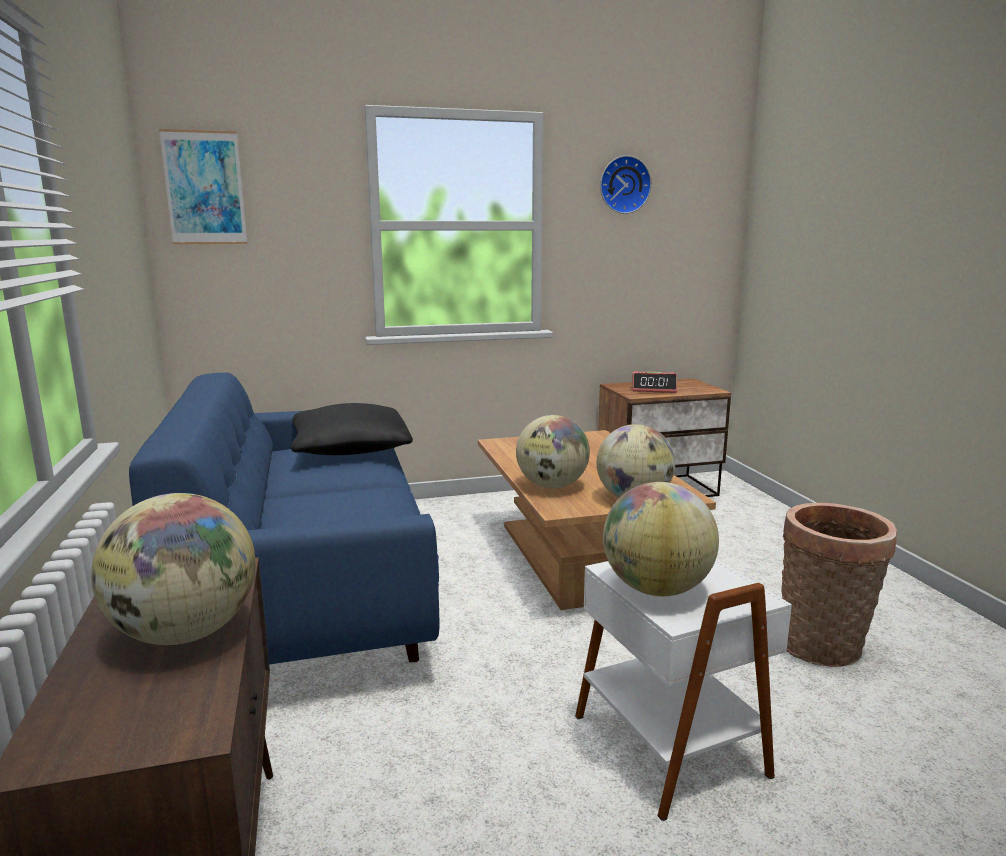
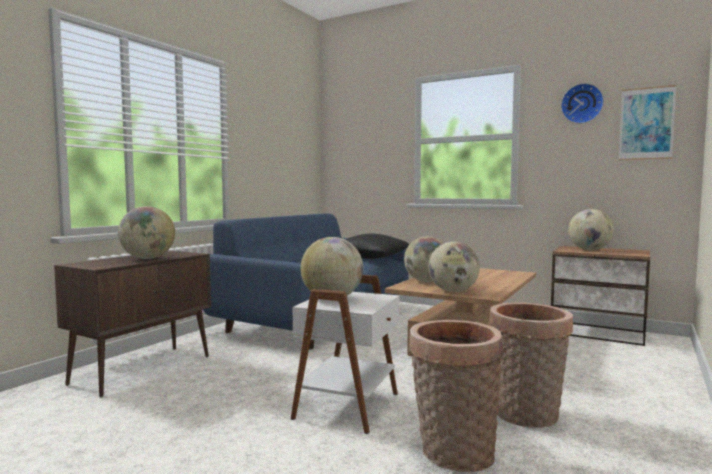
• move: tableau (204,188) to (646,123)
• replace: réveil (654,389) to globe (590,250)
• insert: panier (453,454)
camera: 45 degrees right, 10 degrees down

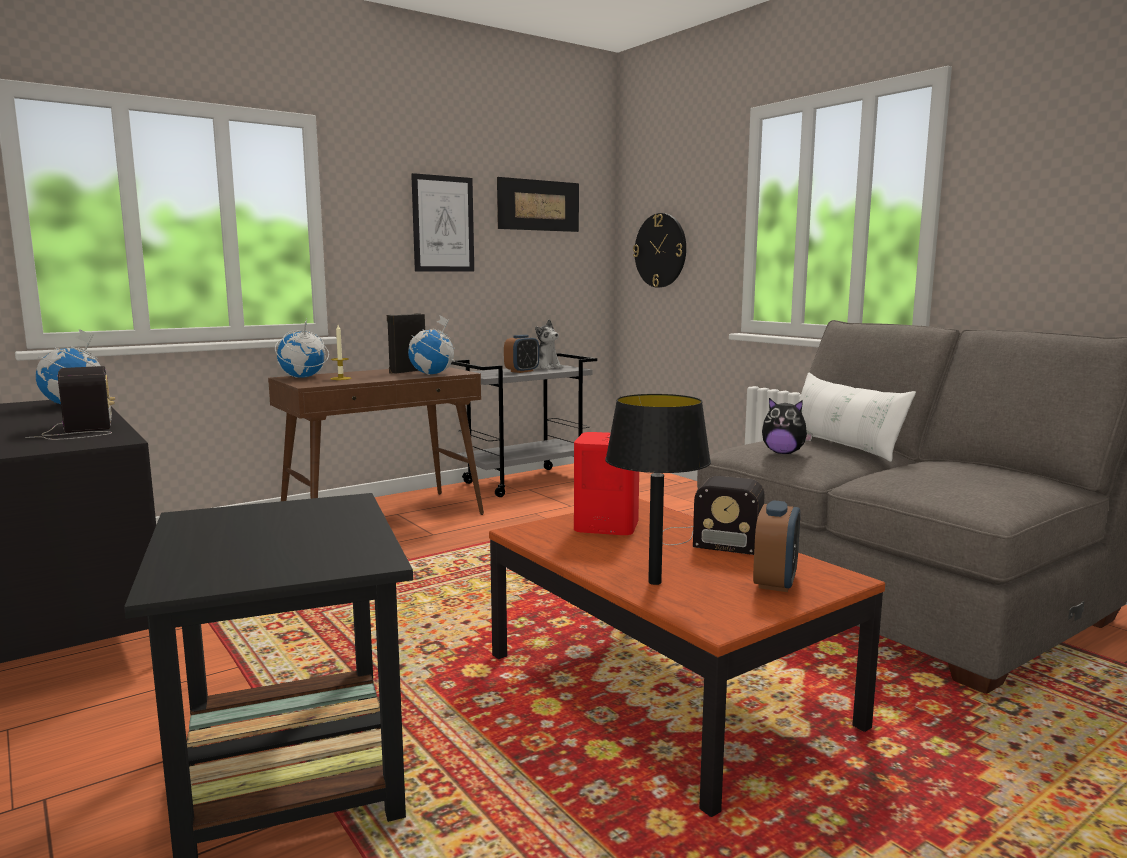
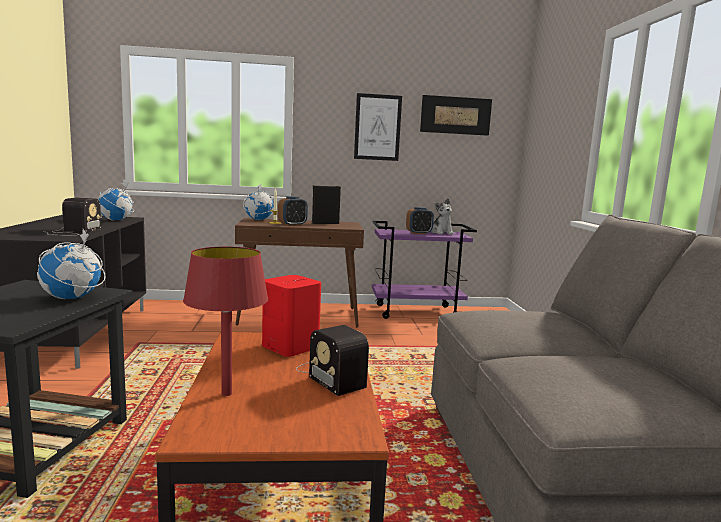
• delete: horloge murale (660,250)
• move: globe (432,374) to (72,298)
• recolor: chariot (gris) (526,482) to chariot (violet) (417,312)
• delete: coussin (blanc) (842,446)
• recolor: lampe de table (noir) (654,582) to lampe de table (rouge) (226,393)
• delete: peluche (783,453)
• move: réveil (775,582) to (292,225)
camera: 30 degrees right, 0 degrees up

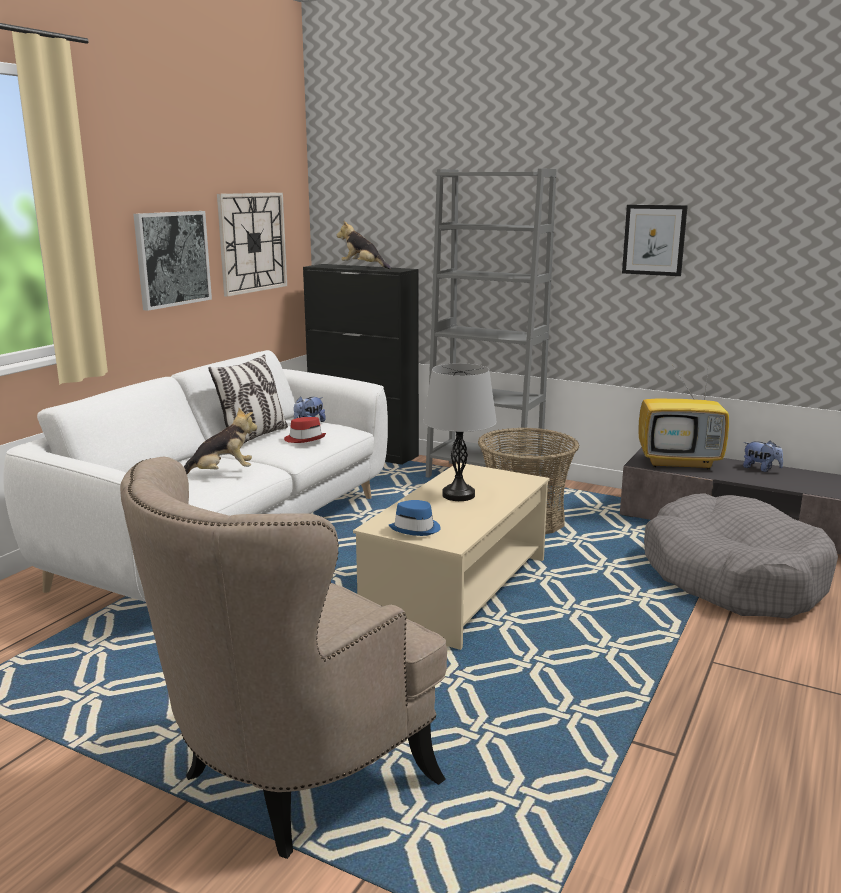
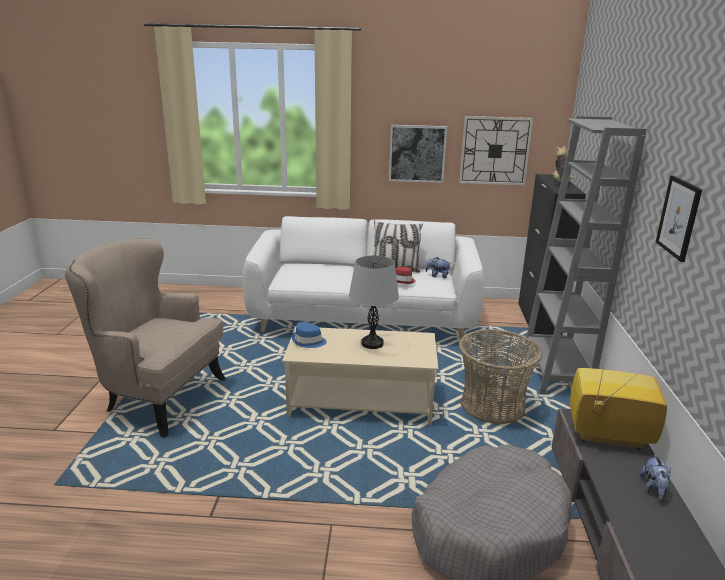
• rotate: téléviseur (680,462) = (607,436) 120 degrees clockwise
• delete: peluche (222,473)
camera: 65 degrees right, 5 degrees up

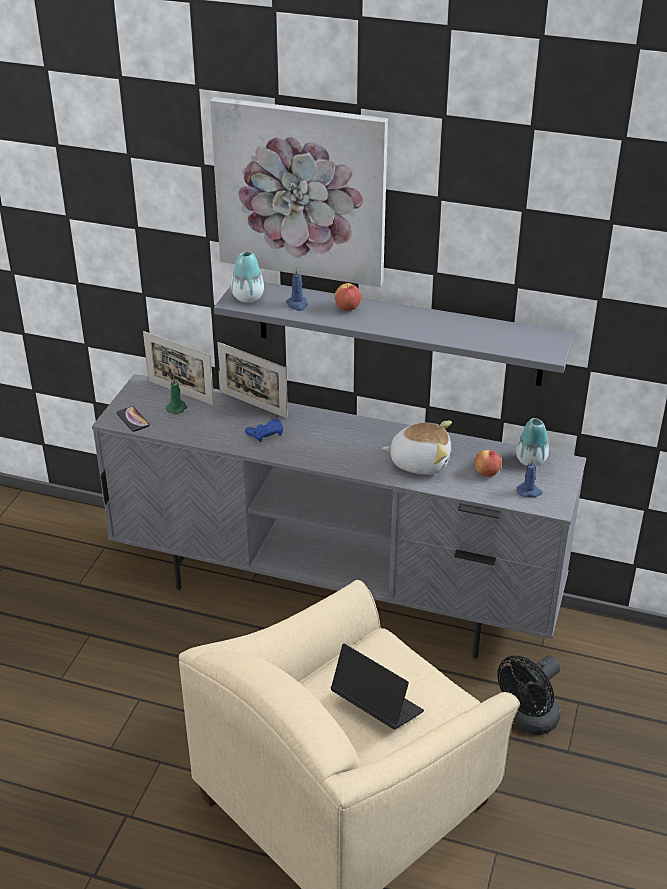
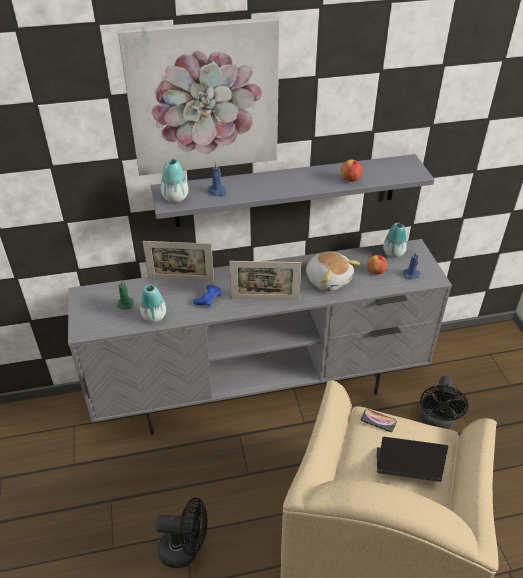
• move: pomme (347,308) to (351,179)
• move: cadre photo (180,392) to (265,299)
• move: téléphone (133,419) to (378,421)
• rotate: peluche (419,461) = (328,279) 75 degrees clockwise
• insert: vase (154,316)
• insert: ventilateur (noir) (185,549)
camera: 30 degrees left, 5 degrees up

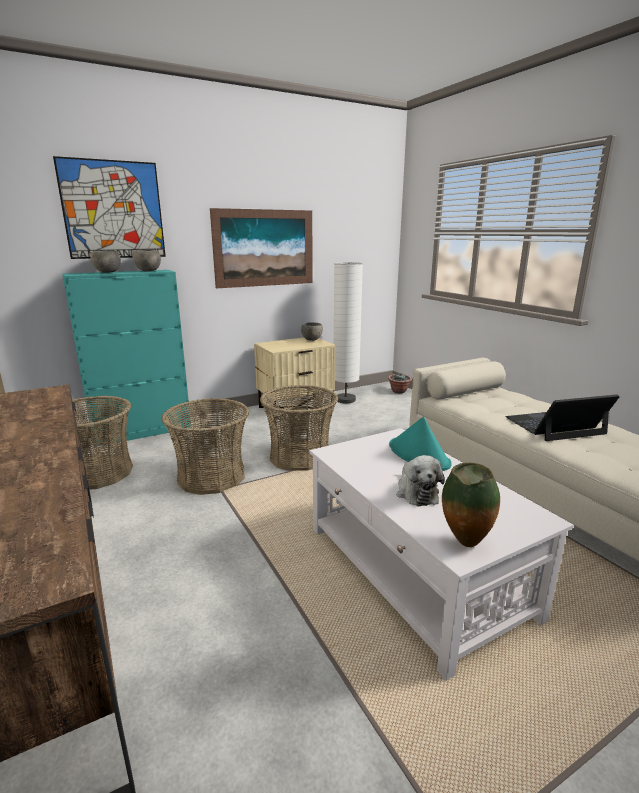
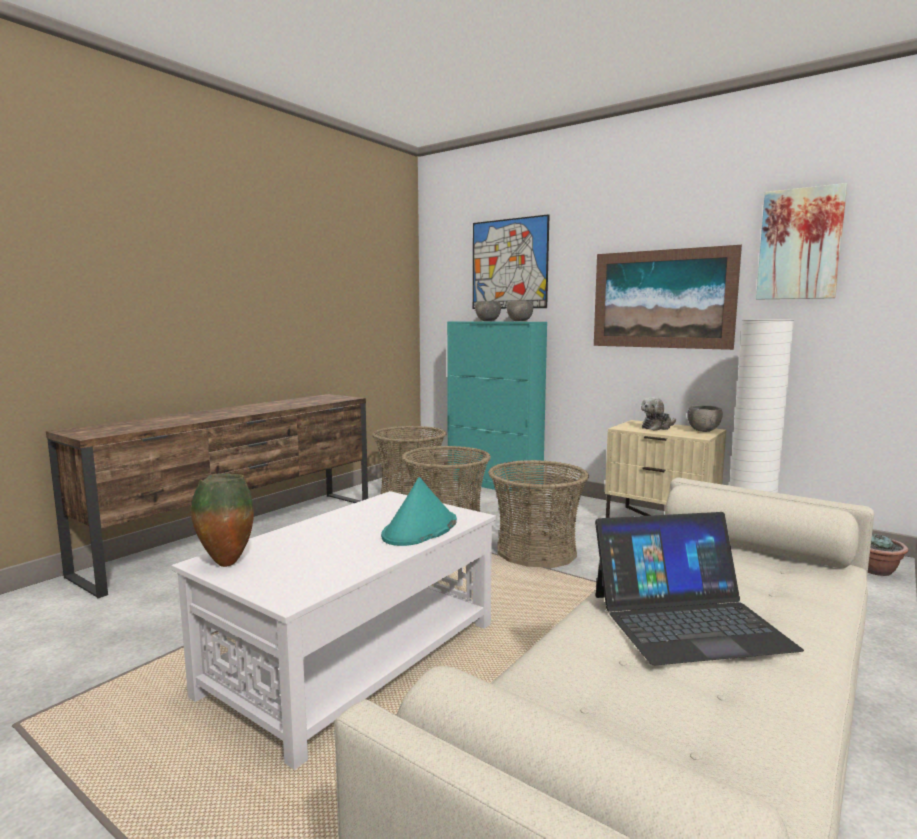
• rotate: ordinateur portable (555,426) = (688,620) 120 degrees clockwise
• move: peluche (416,492) to (657,427)
• insert: tableau (800,244)
camera: 65 degrees right, 10 degrees down

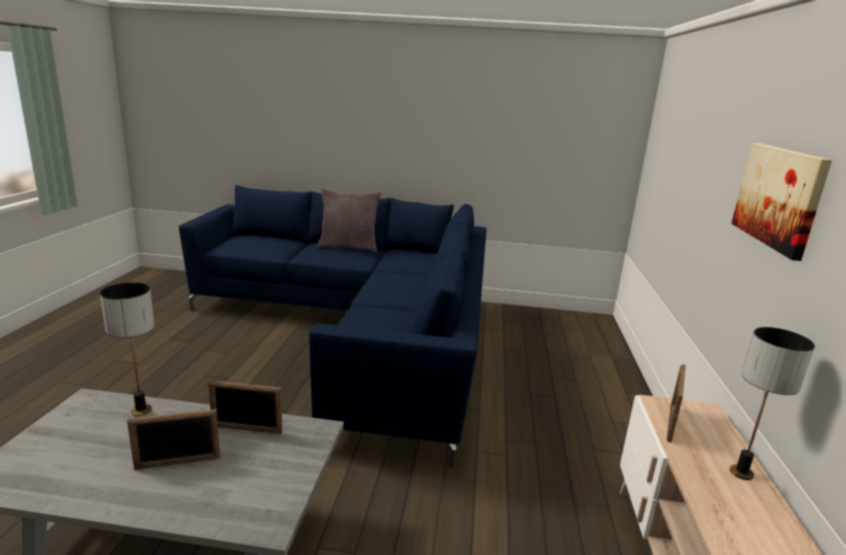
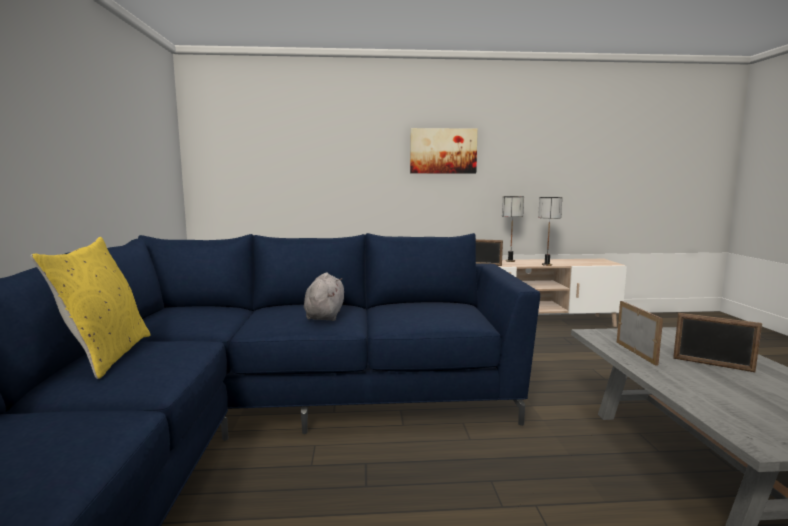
• recolor: coussin (gris) (348,247) to coussin (jaune) (105,356)
• move: lampe de table (141,410) to (546,265)
• rotate: cadre photo (178,463) = (712,364) 150 degrees clockwise
• insert: peluche (gris) (325,315)
camera: 100 degrees left, 10 degrees down

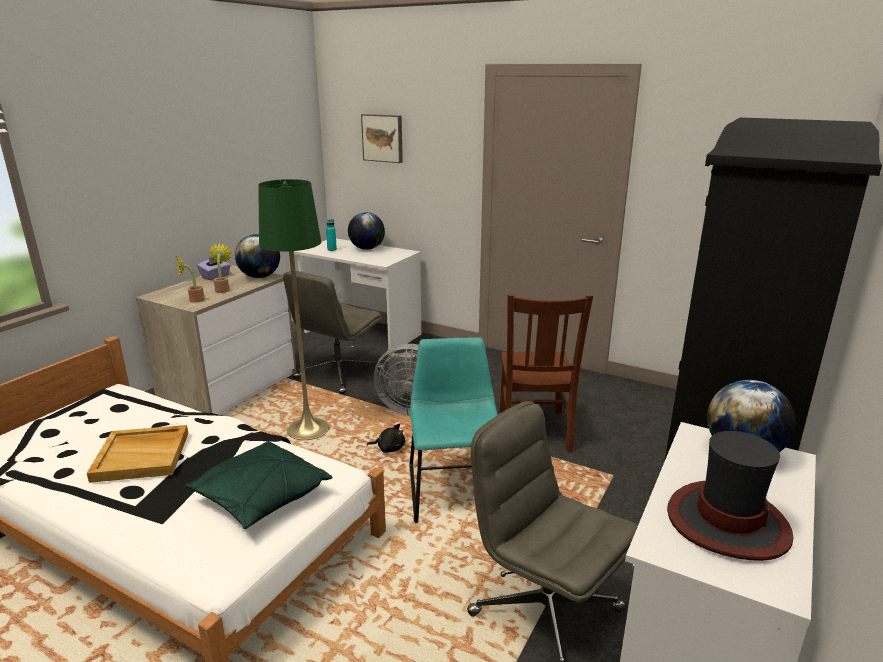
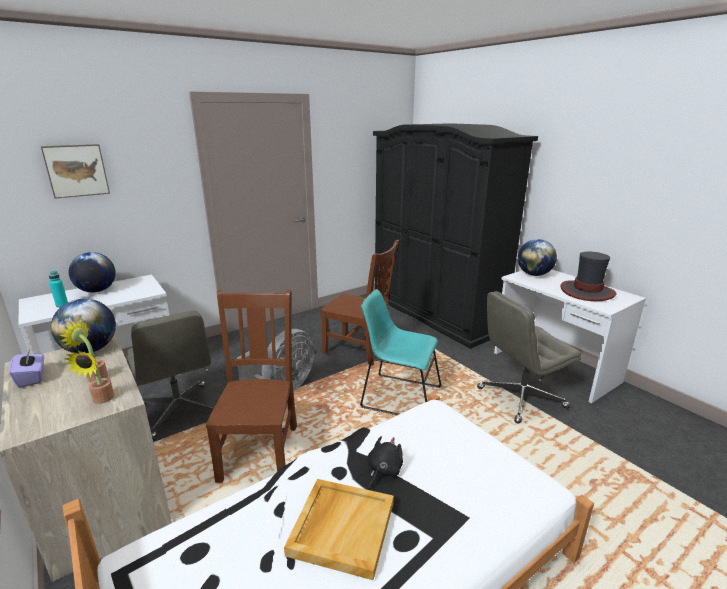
• replace: lampadaire (vert) (308,430) to chaise (marron) (260,450)
• move: peluche (noir) (389,448) to (383,470)
• delete: coussin (vert) (261,498)
camera: 65 degrees left, 0 degrees up

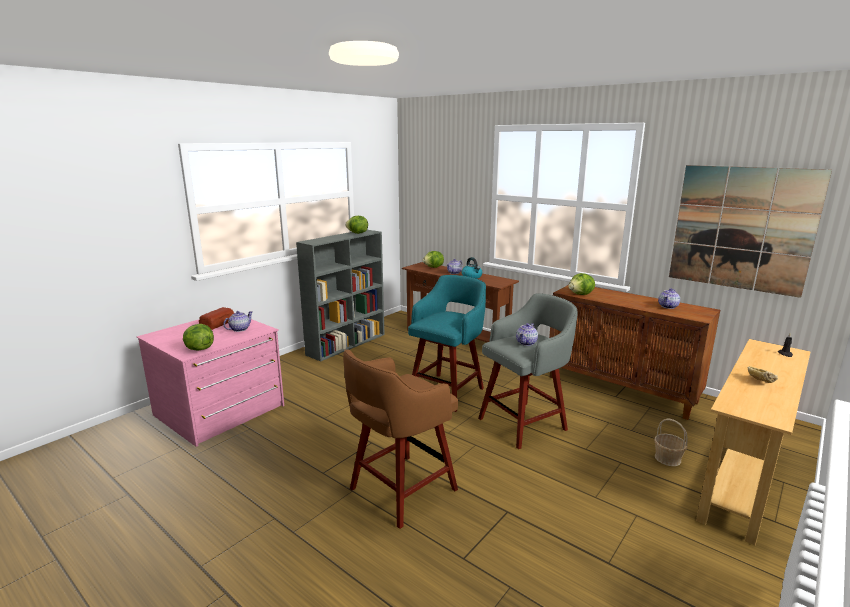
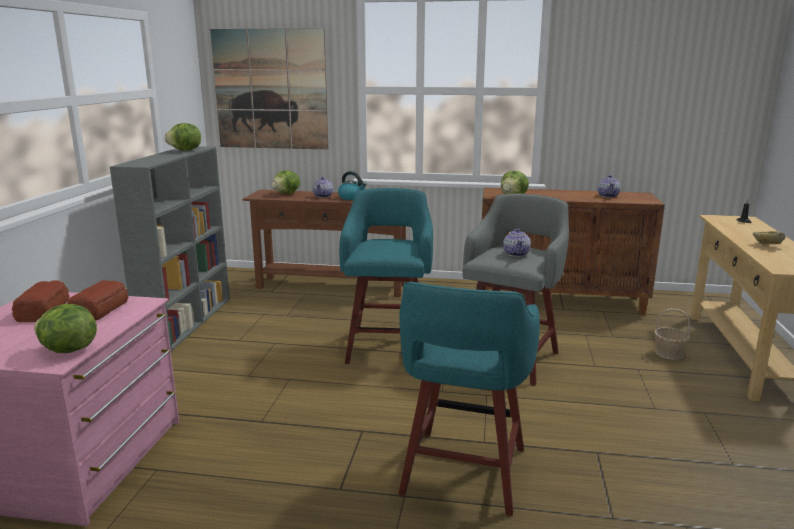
• move: tableau (742,228) to (270,90)
• replace: théière (239,329) to pain (98,310)
• recolor: tabouret (marron) (400,491) to tabouret (turquoise) (463,473)
camera: 30 degrees left, 0 degrees up

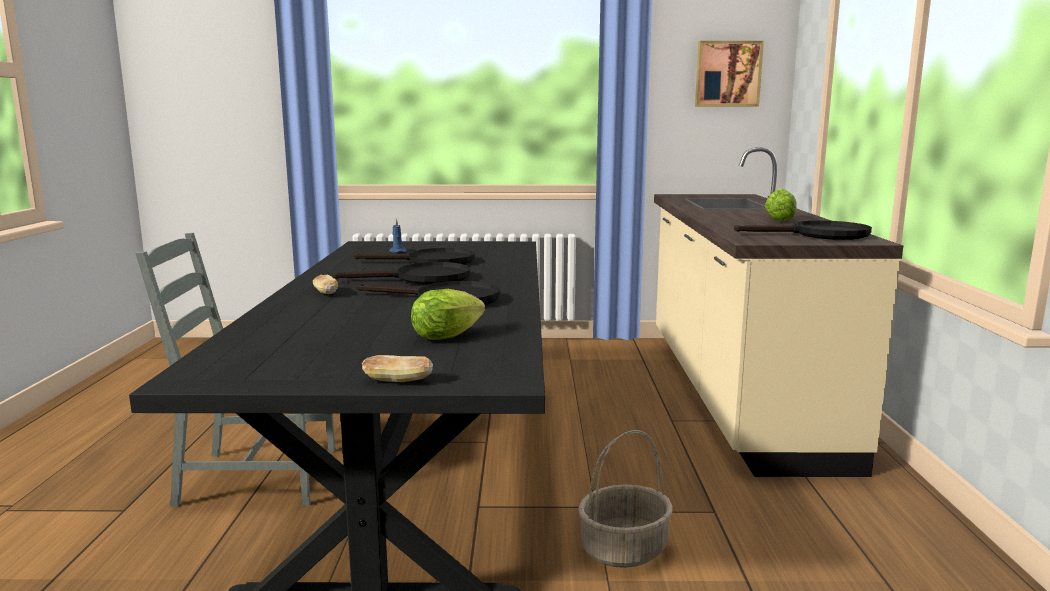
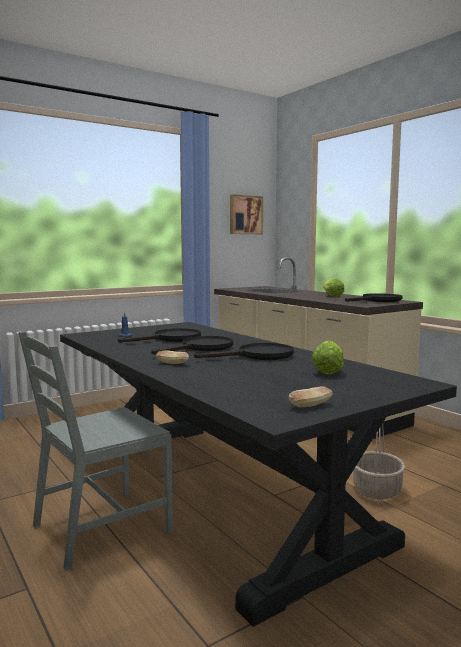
• move: pain (398,381) to (310,406)
camera: 35 degrees left, 5 degrees down

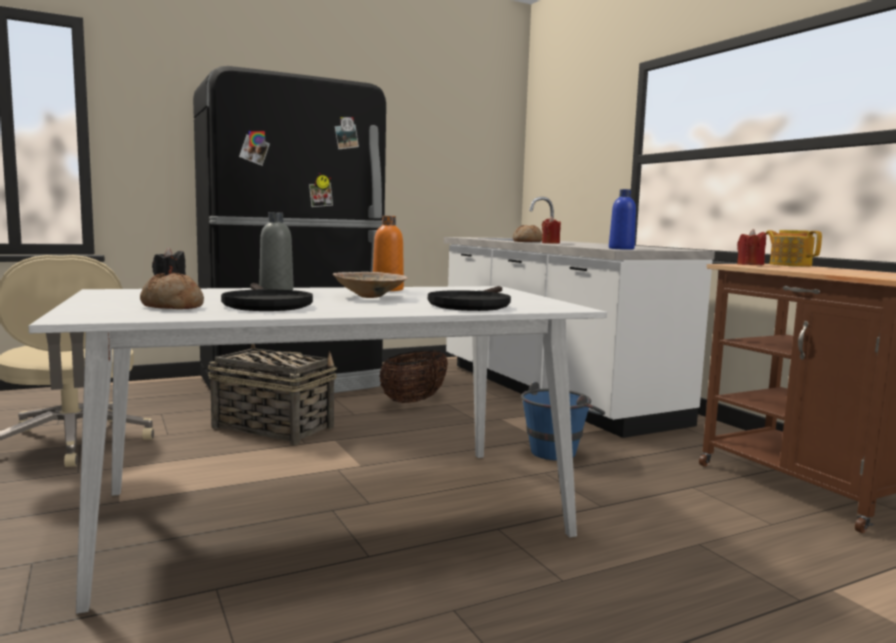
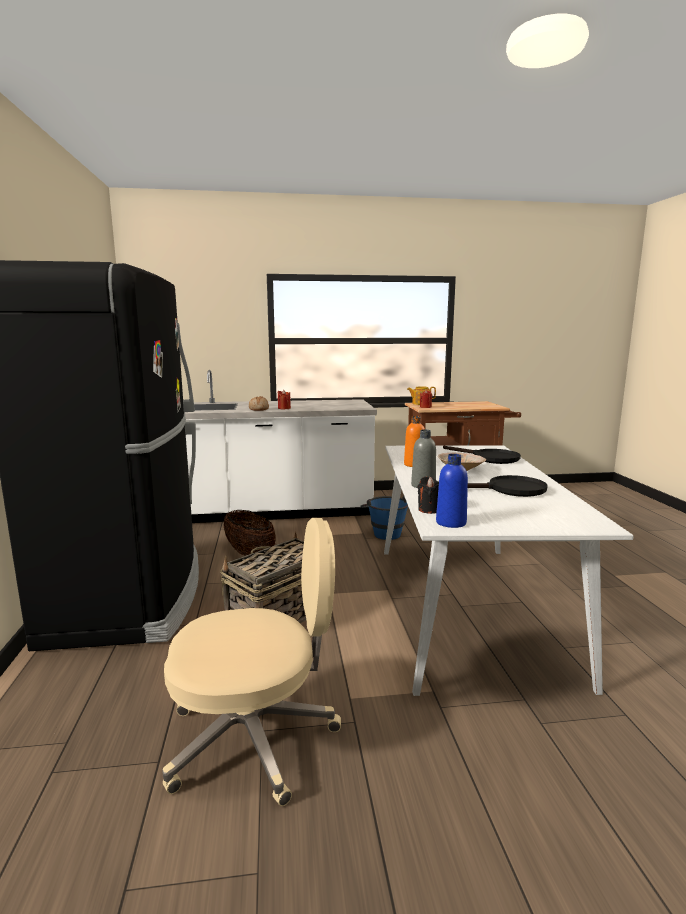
• move: bouteille (bleu) (621,249) to (451,523)
• delete: pain (172,306)
camera: 70 degrees left, 5 degrees up

